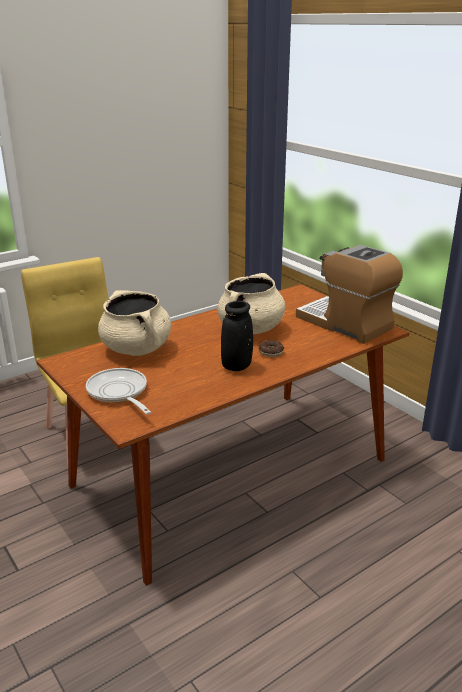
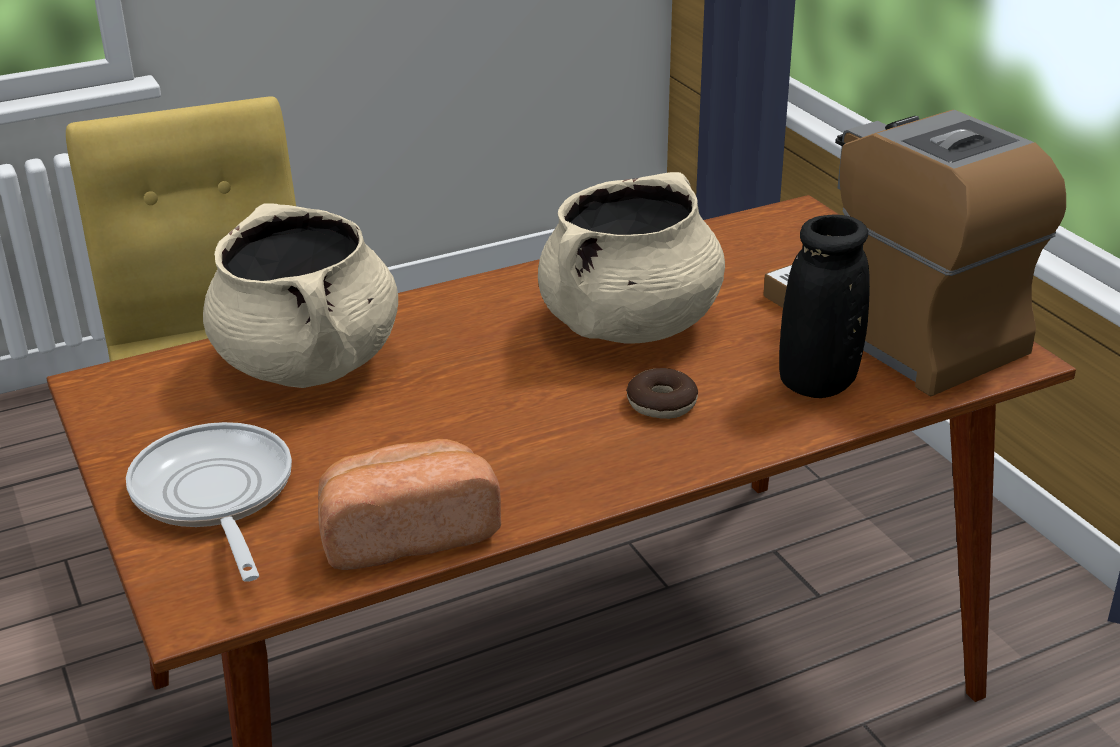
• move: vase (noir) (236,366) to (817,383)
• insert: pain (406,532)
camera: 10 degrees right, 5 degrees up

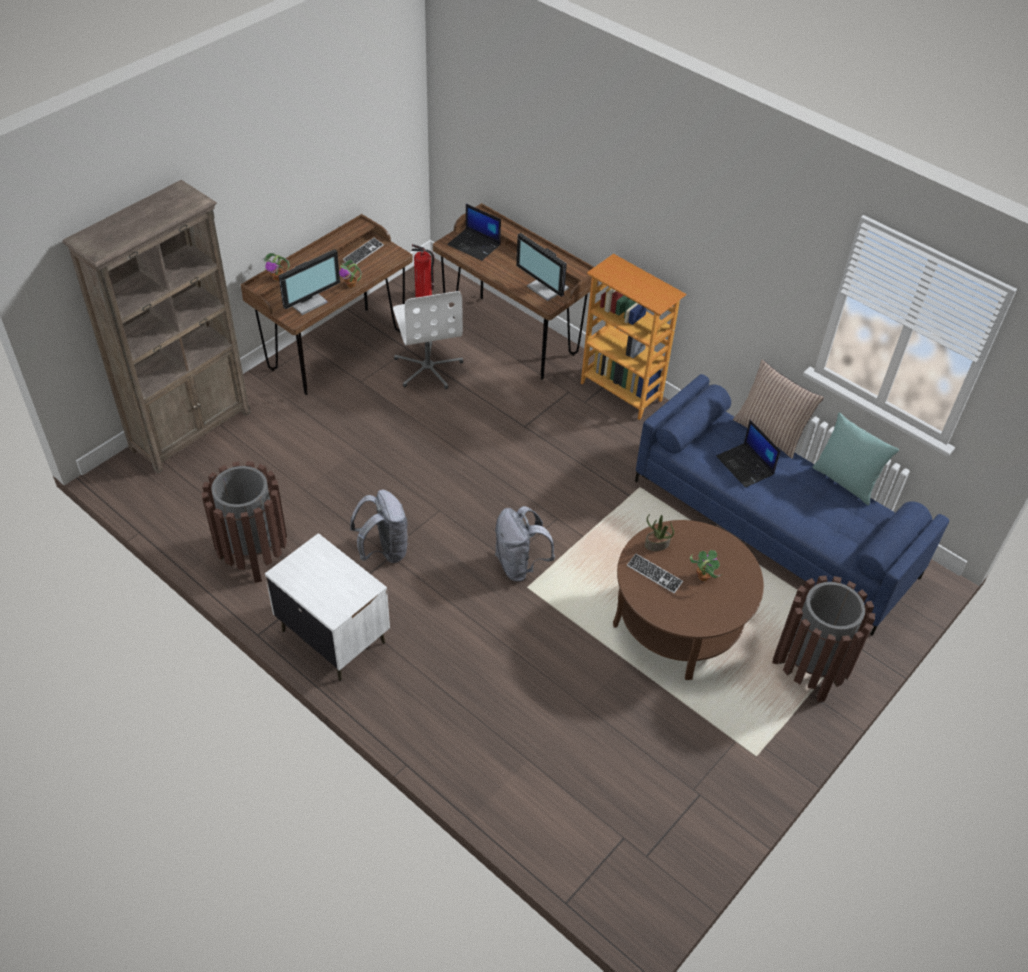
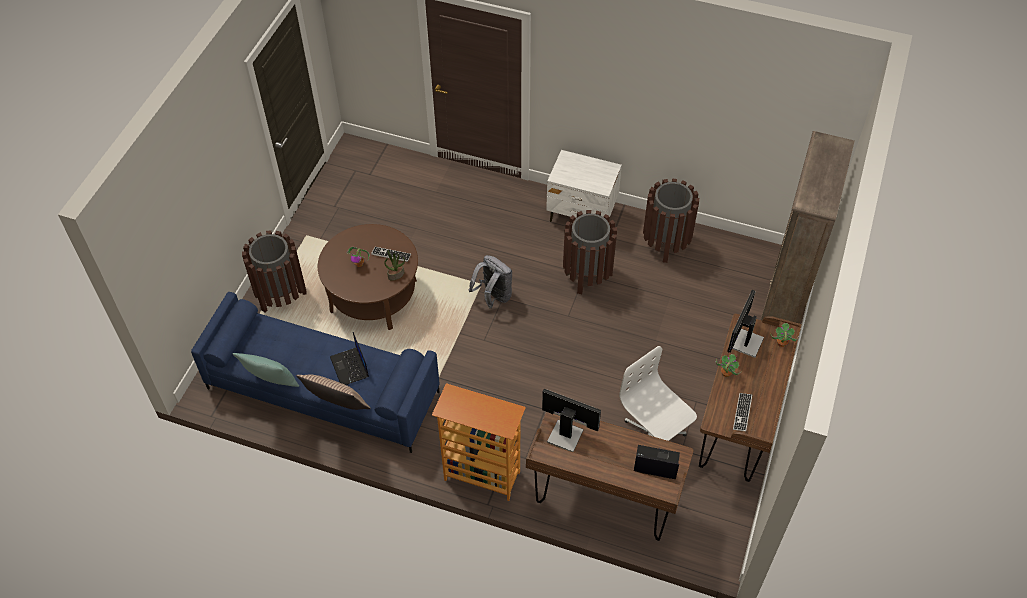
• delete: extincteur (424,295)
• rotate: ordinateur portable (746,466) = (350,367) 150 degrees counterclockwise
• replace: sac à dos (gris) (383,550) to poubelle (marron) (587,275)
camera: 160 degrees right, 5 degrees up

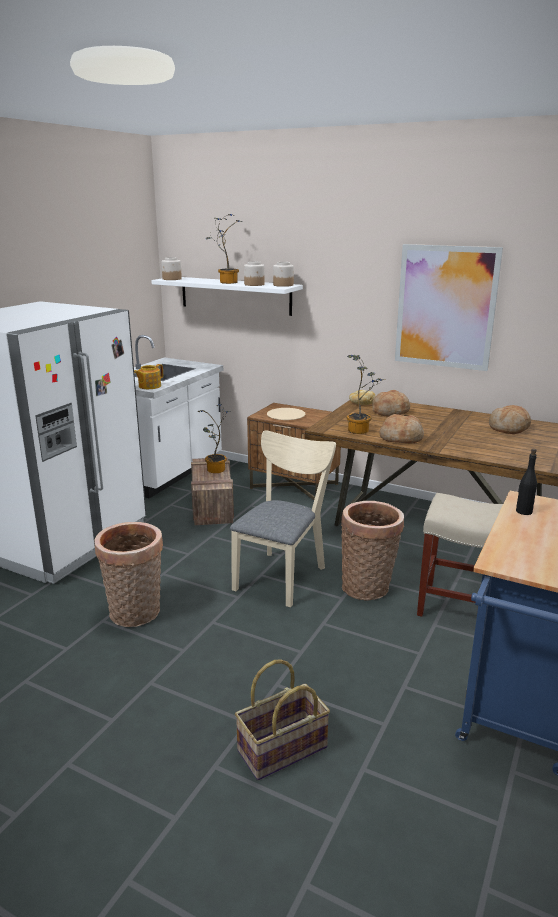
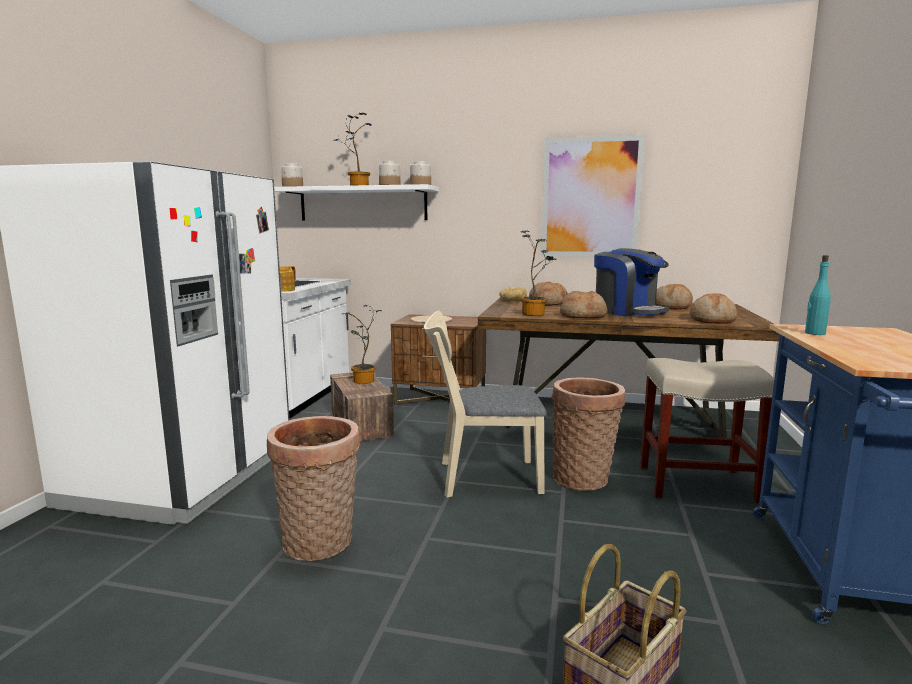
• rotate: chaise (beige) (282,574) = (480,477) 105 degrees counterclockwise
• recolor: bouteille (noir) (523,511) to bouteille (turquoise) (814,333)
• insert: machine à café (627,311)
• insert: pain (712,320)
camera: 15 degrees left, 10 degrees down

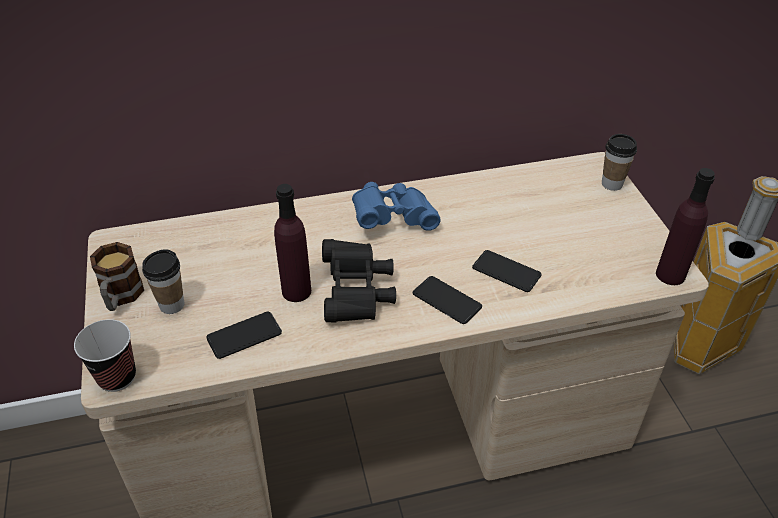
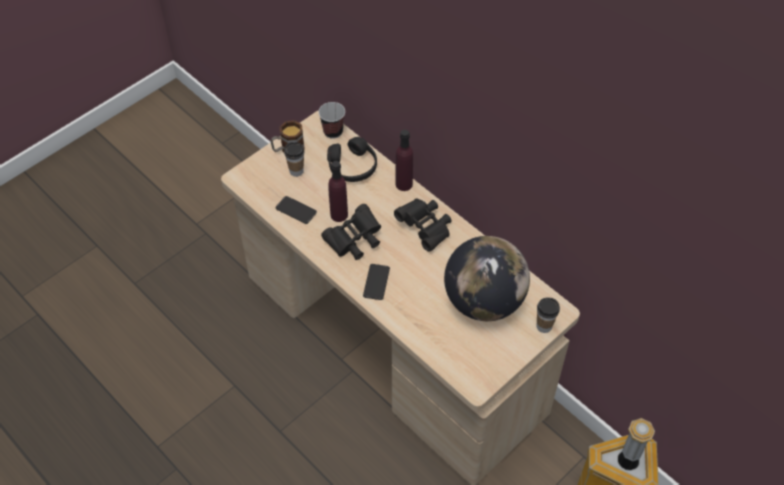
• move: bouteille (violet) (670,275) to (404,184)
• recolor: jumelles (bleu) (393,218) to jumelles (noir) (425,228)
• delete: téléphone (506,272)
• move: tasse (117,377) to (333,131)
• insert: casque audio (noir) (352,166)
• insert: globe (483,301)
camera: 60 degrees right, 10 degrees up

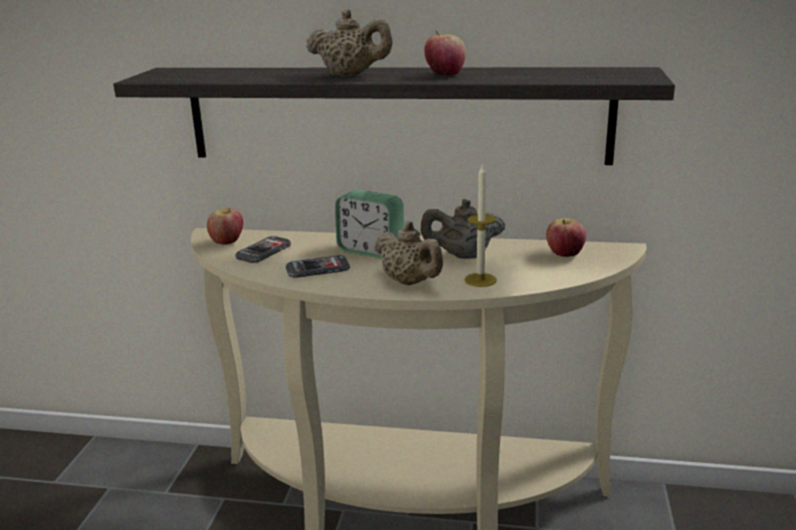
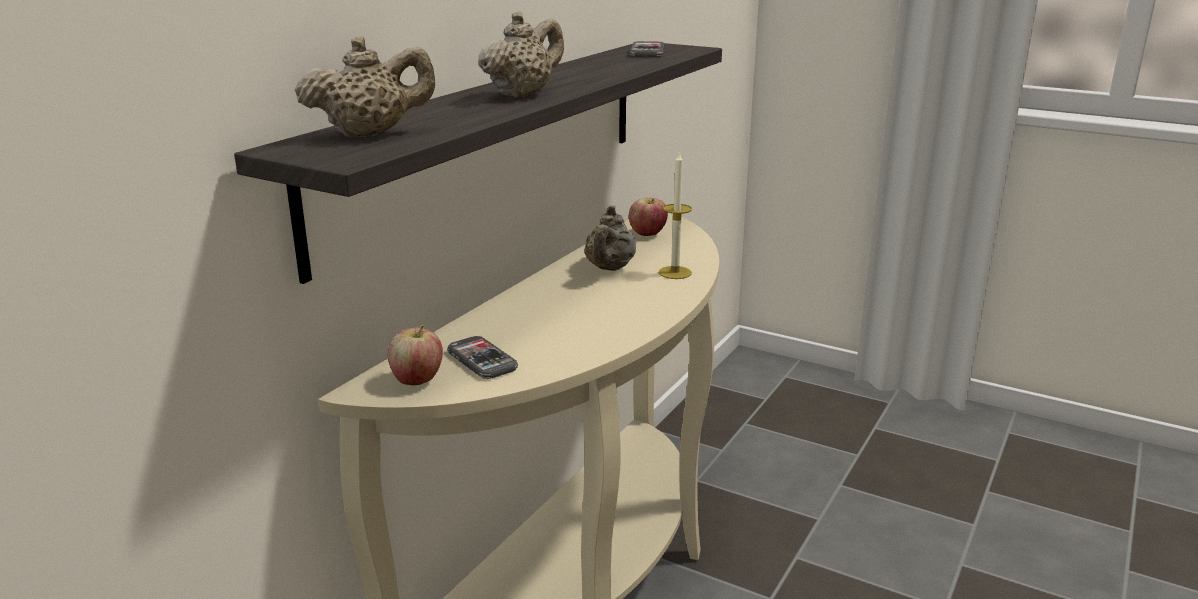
• delete: pomme (445,75)
• delete: réveil (371,250)
• move: théière (beige) (410,282) to (371,134)
• move: téléphone (318,269) to (647,52)
camera: 70 degrees left, 0 degrees up

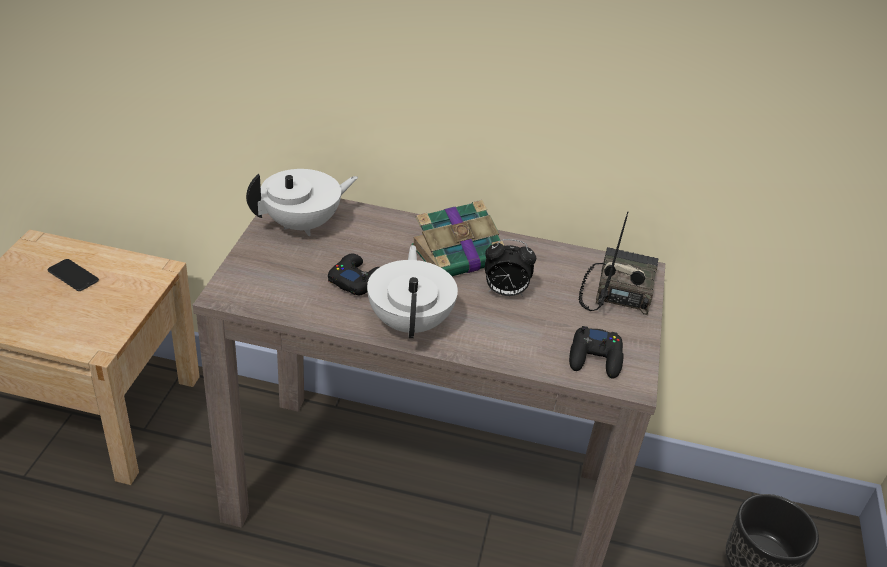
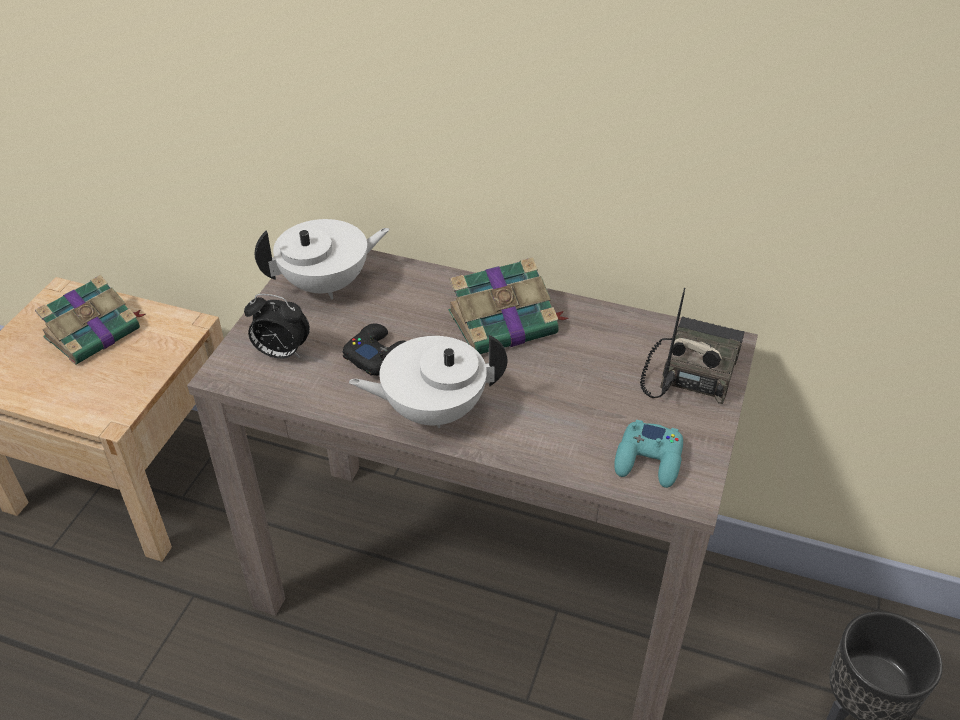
• move: réveil (504,292) to (281,353)
• rotate: théière (blanc) (410,322) = (432,410) 105 degrees counterclockwise
• replace: téléphone (73,276) to livre (95,332)
• recolor: manette (noir) (595,358) to manette (turquoise) (649,460)
camera: 10 degrees right, 5 degrees up

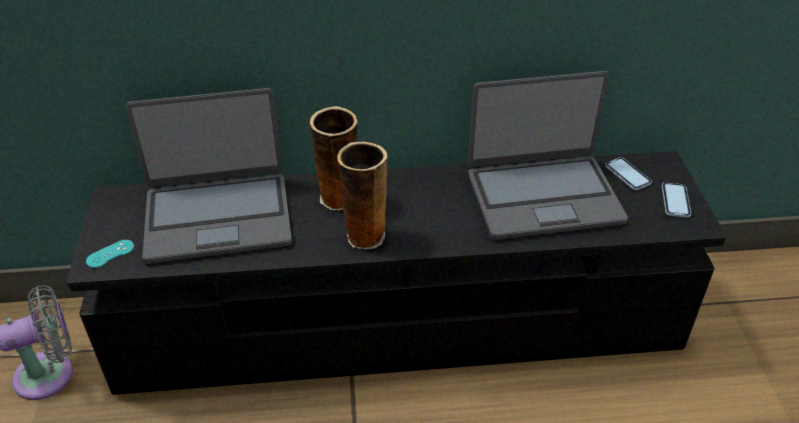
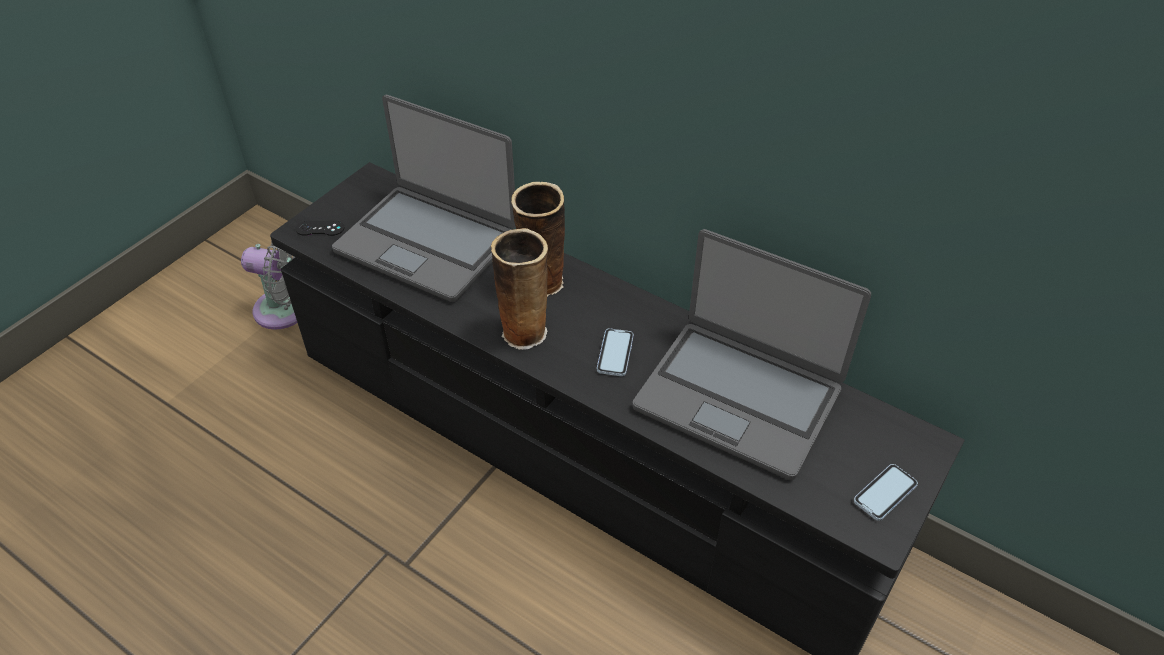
• move: téléphone (627,175) to (615,353)
• recolor: manette (turquoise) (110,254) to manette (noir) (320,228)
camera: 40 degrees right, 5 degrees up

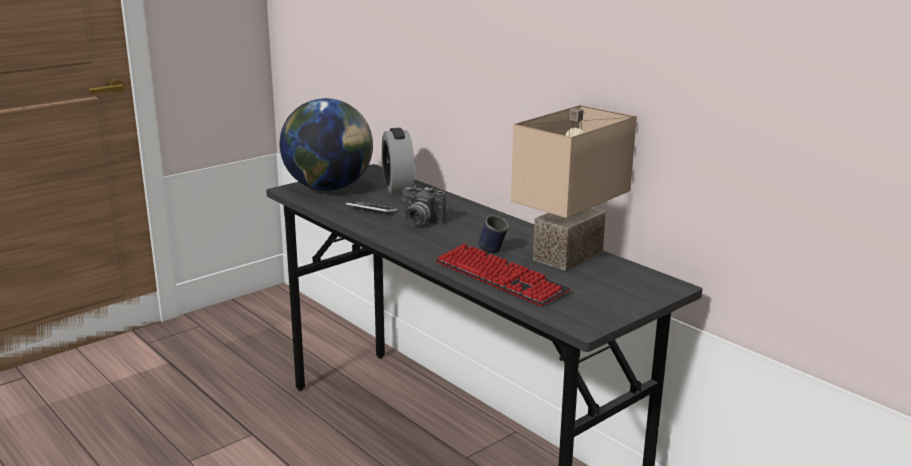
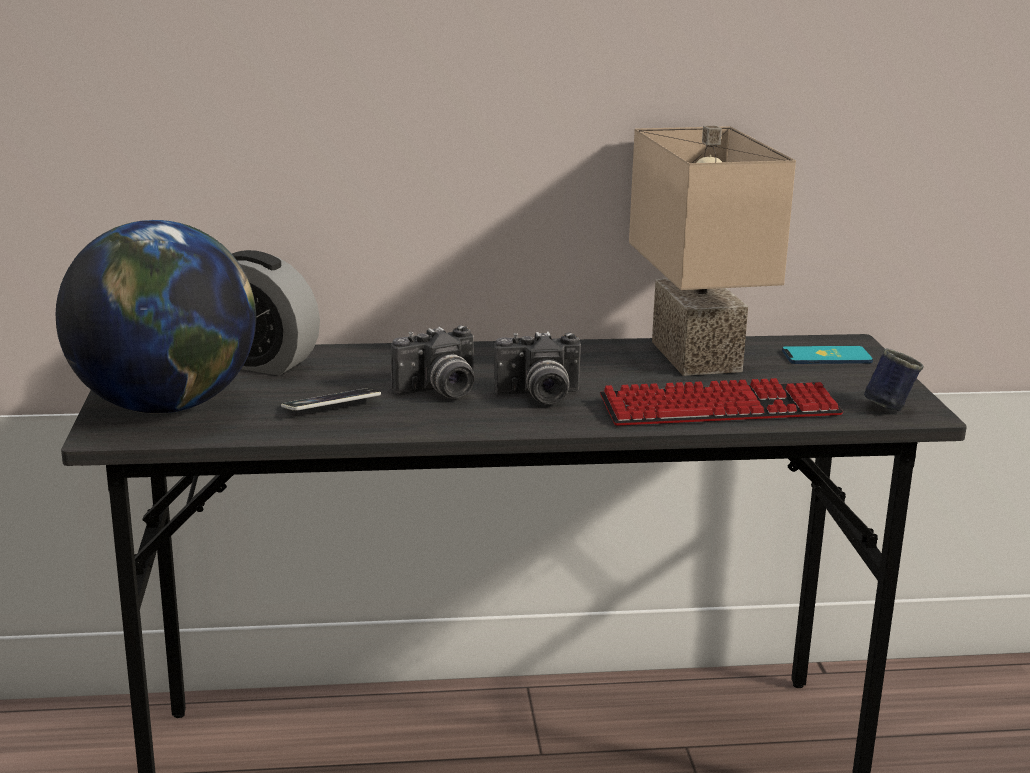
• move: mug (bleu) (495,250) to (886,405)
• insert: appareil photo (539,397)
• insert: téléphone (826,356)
camera: 55 degrees left, 0 degrees up

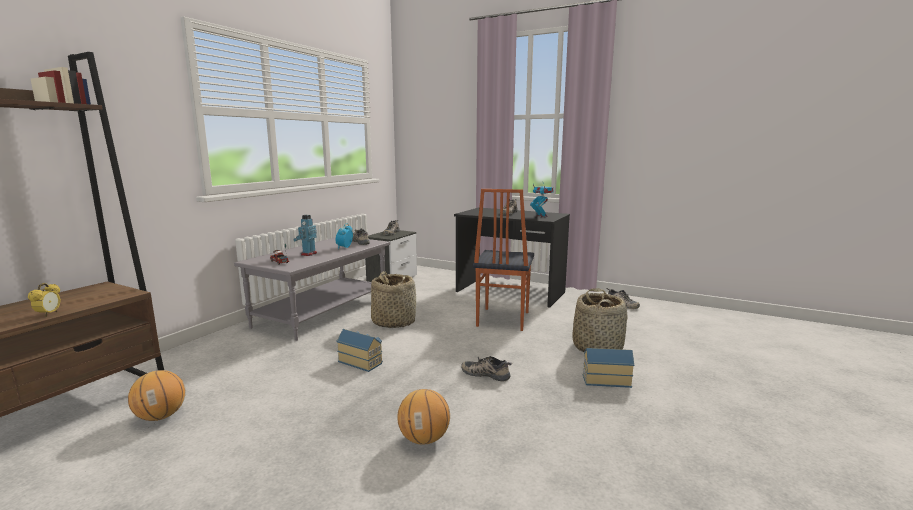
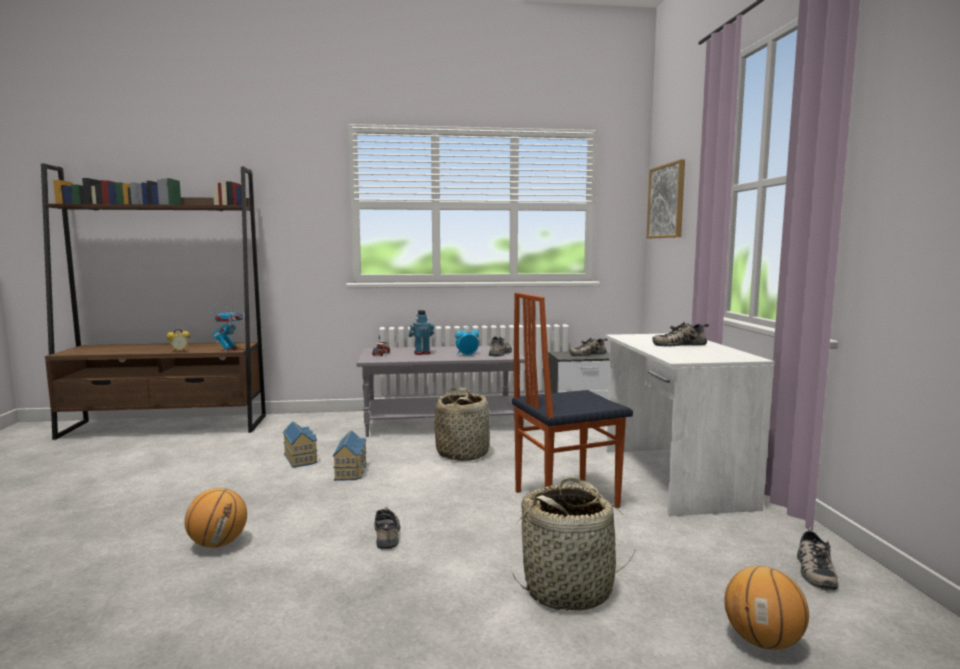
• move: robot jouet (541,216) to (229,350)
• recolor: bureau (noir) (510,292) to bureau (blanc) (672,477)
• move: maison miniature (605,379) to (301,458)
• move: ballon de basket (161,416) to (762,641)
• insert: tableau (666,201)
camera: 55 degrees right, 5 degrees down

